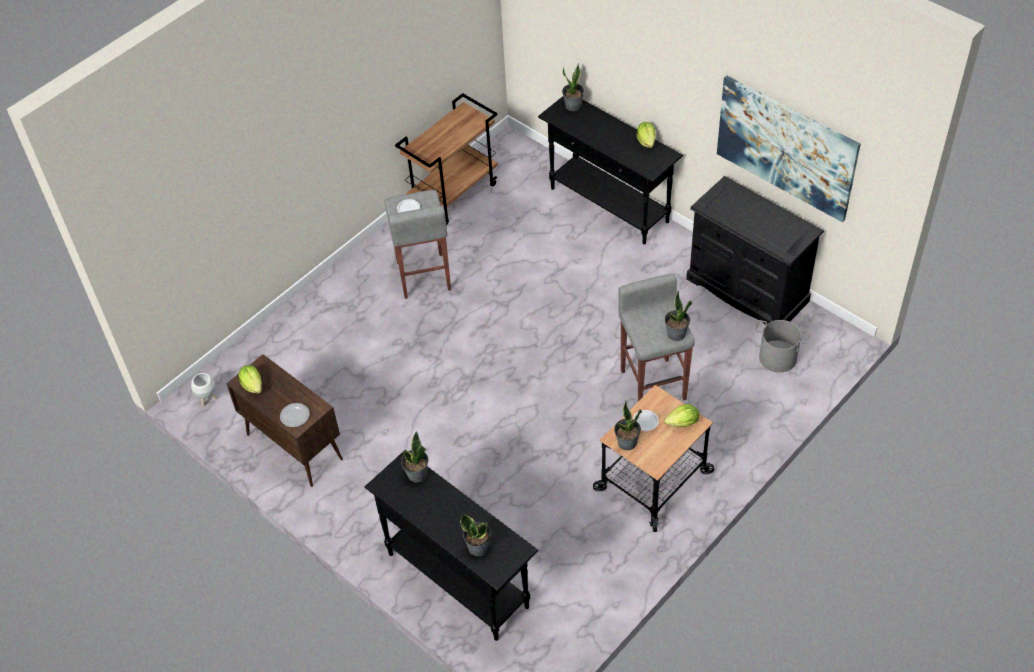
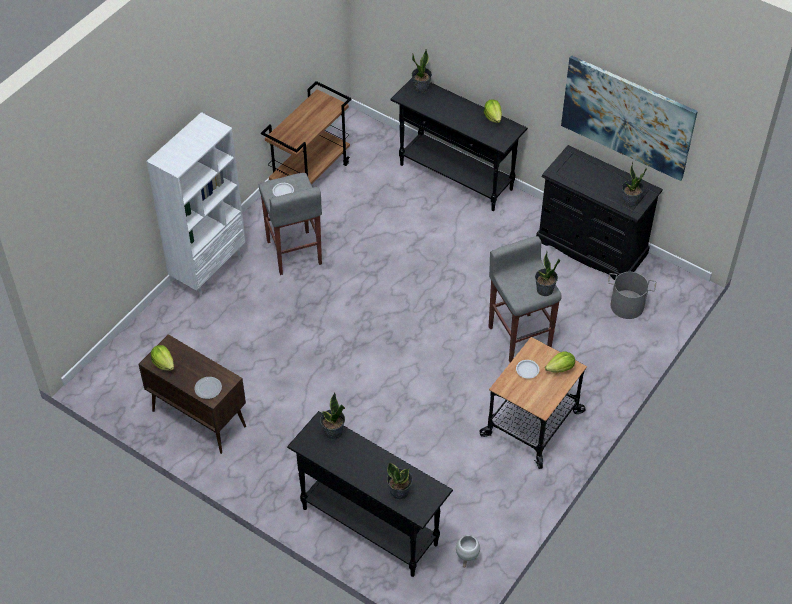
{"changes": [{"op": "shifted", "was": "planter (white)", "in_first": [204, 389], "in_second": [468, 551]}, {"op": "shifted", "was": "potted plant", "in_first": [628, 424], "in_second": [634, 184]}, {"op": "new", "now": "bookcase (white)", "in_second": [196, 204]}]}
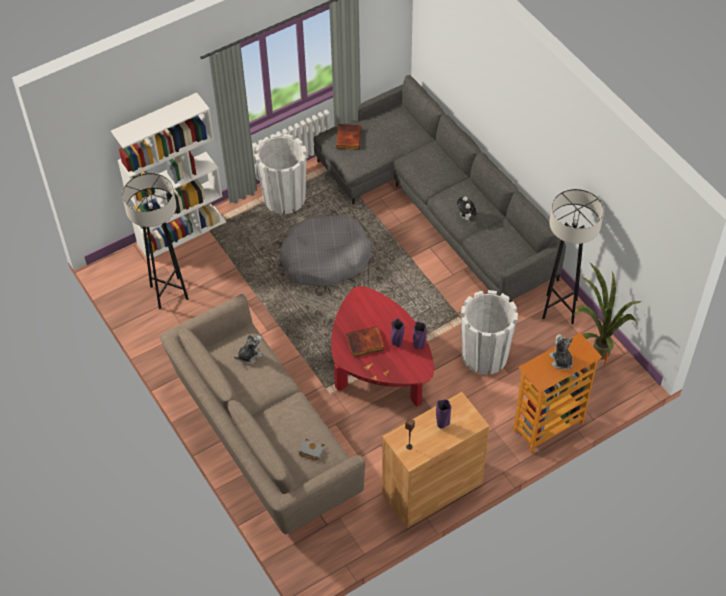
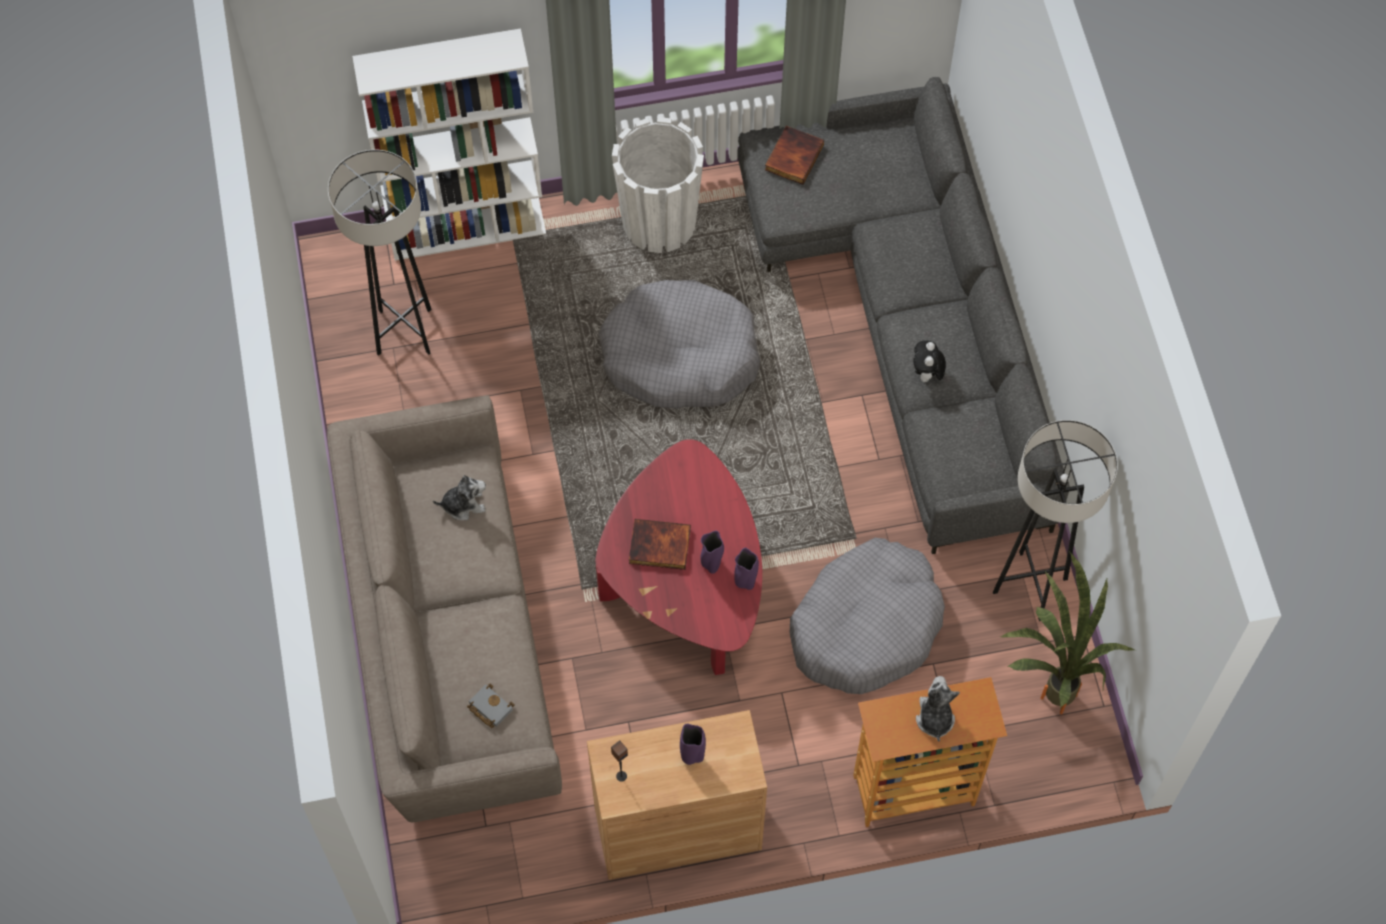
{"changes": [{"op": "swapped", "was": "planter (white)", "now": "dog bed (grey)", "in_first": [489, 332], "in_second": [867, 616]}]}
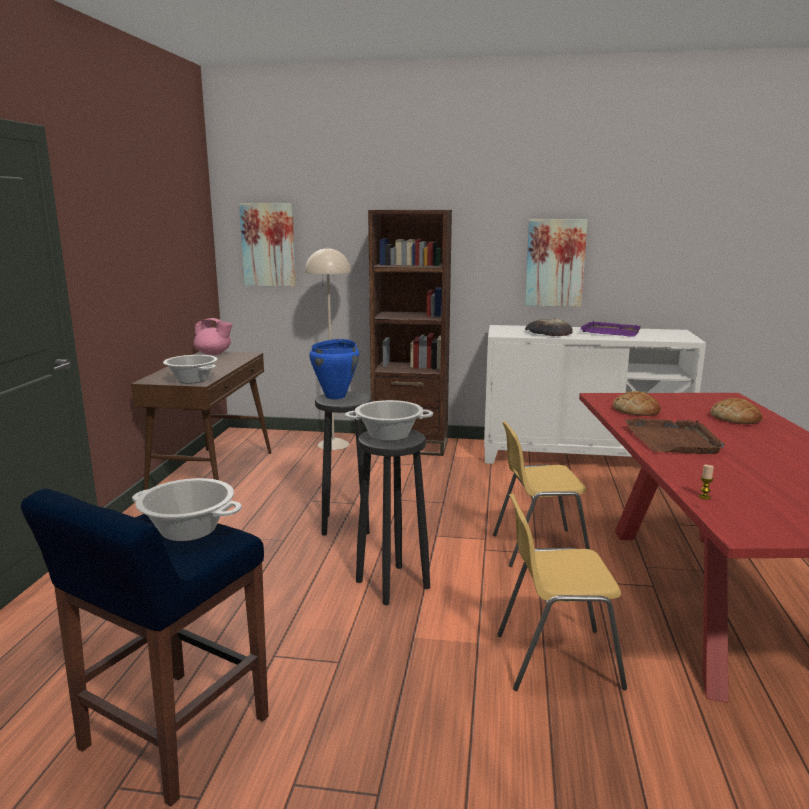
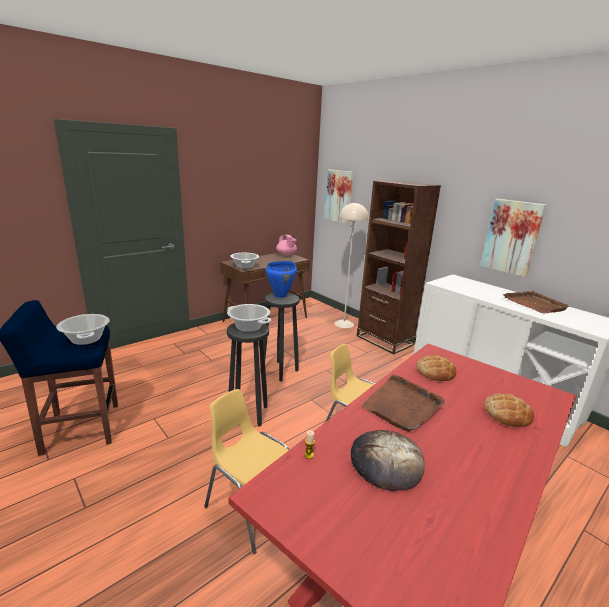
{"changes": [{"op": "shifted", "was": "bread", "in_first": [549, 327], "in_second": [388, 460]}, {"op": "repainted", "was": "tray (purple)", "now": "tray (brown)", "in_first": [610, 329], "in_second": [536, 302]}]}
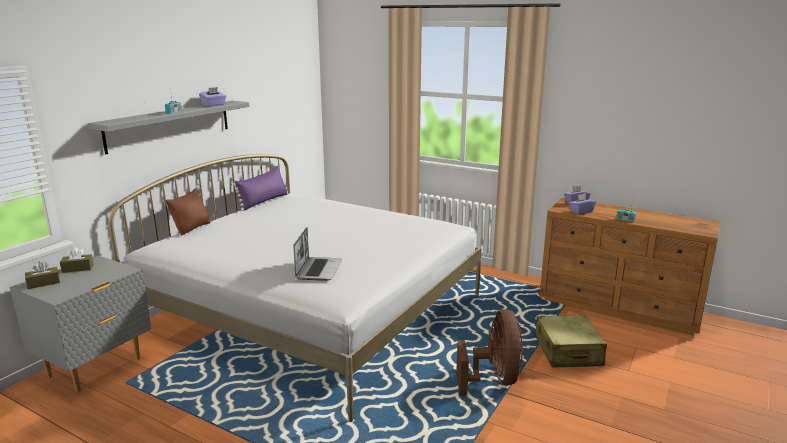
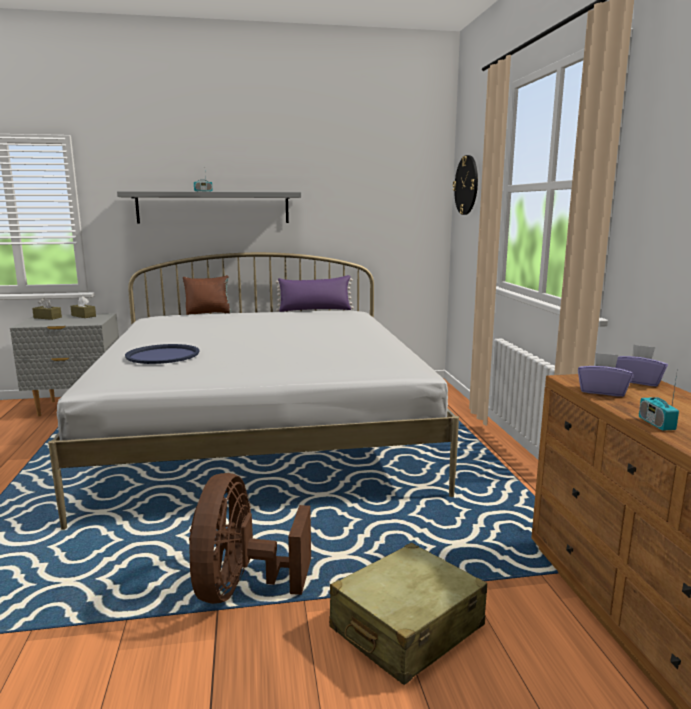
{"changes": [{"op": "gone", "was": "tissue box (purple)", "in_first": [212, 96]}, {"op": "swapped", "was": "laptop", "now": "tray (blue)", "in_first": [317, 254], "in_second": [162, 354]}, {"op": "rotated", "was": "fan (brown)", "in_first": [489, 352], "in_second": [250, 538], "clockwise": 135}, {"op": "new", "now": "wall clock", "in_second": [465, 185]}]}
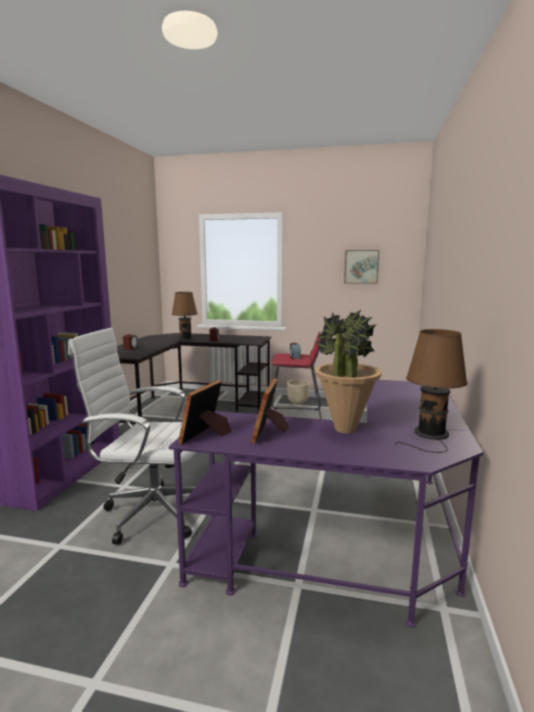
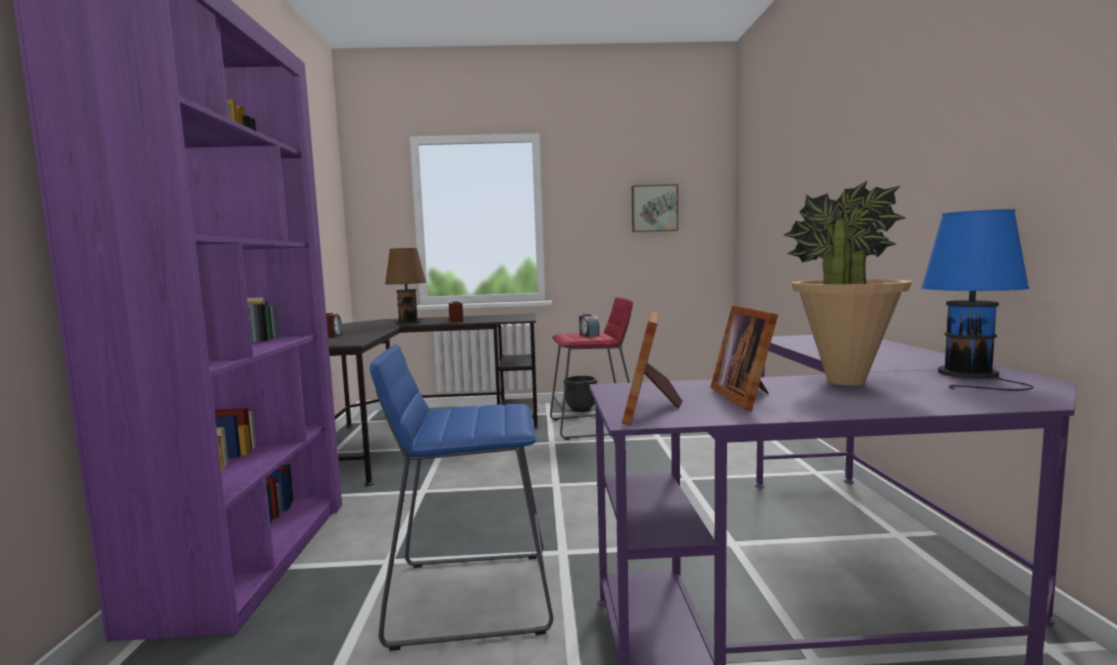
{"changes": [{"op": "swapped", "was": "office chair (white)", "now": "stool (blue)", "in_first": [132, 436], "in_second": [461, 497]}, {"op": "repainted", "was": "table lamp (brown)", "now": "table lamp (blue)", "in_first": [431, 391], "in_second": [977, 299]}, {"op": "repainted", "was": "planter (beige)", "now": "planter (black)", "in_first": [298, 392], "in_second": [580, 394]}]}
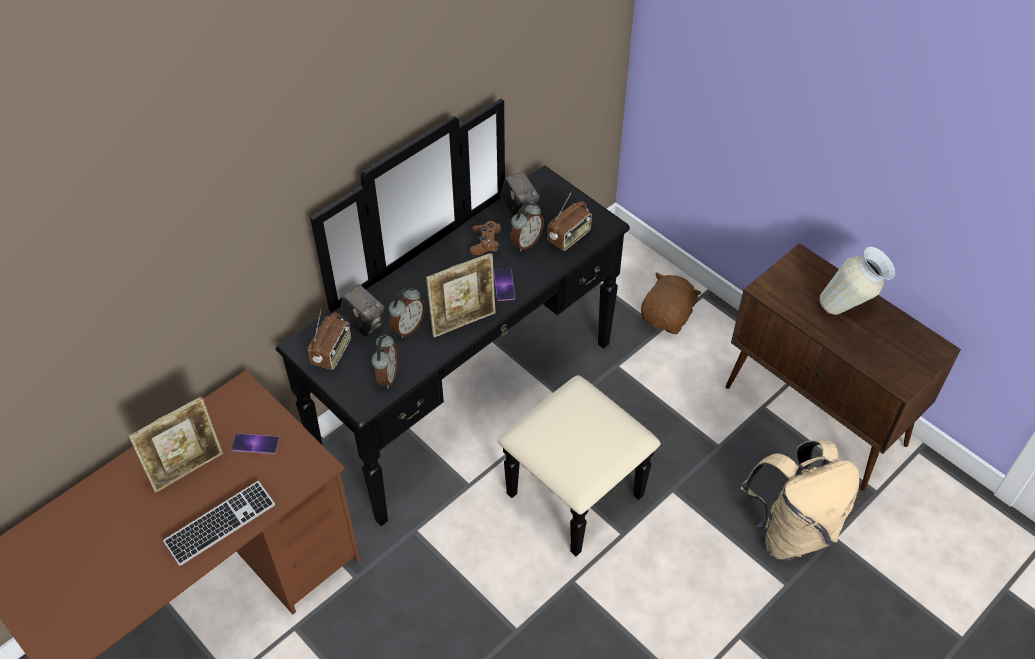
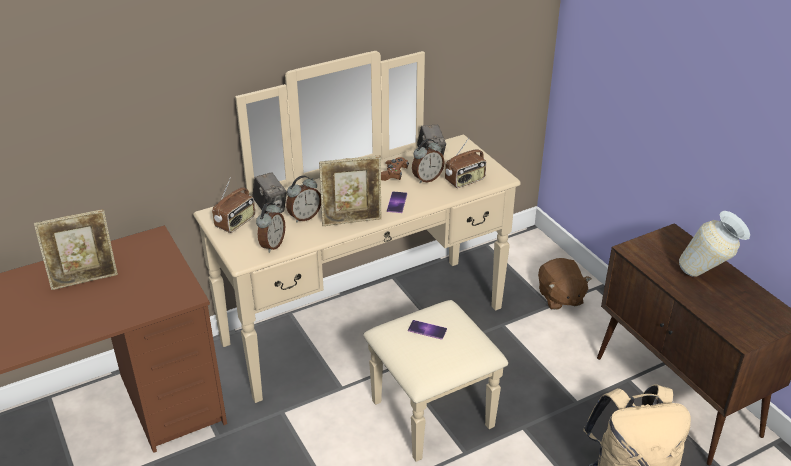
{"changes": [{"op": "repainted", "was": "dresser (black)", "now": "dresser (beige)", "in_first": [468, 327], "in_second": [357, 256]}, {"op": "rotated", "was": "plush toy (brown)", "in_first": [671, 303], "in_second": [565, 284], "clockwise": 120}, {"op": "shifted", "was": "phone", "in_first": [255, 443], "in_second": [427, 330]}, {"op": "gone", "was": "keyboard", "in_first": [219, 523]}]}
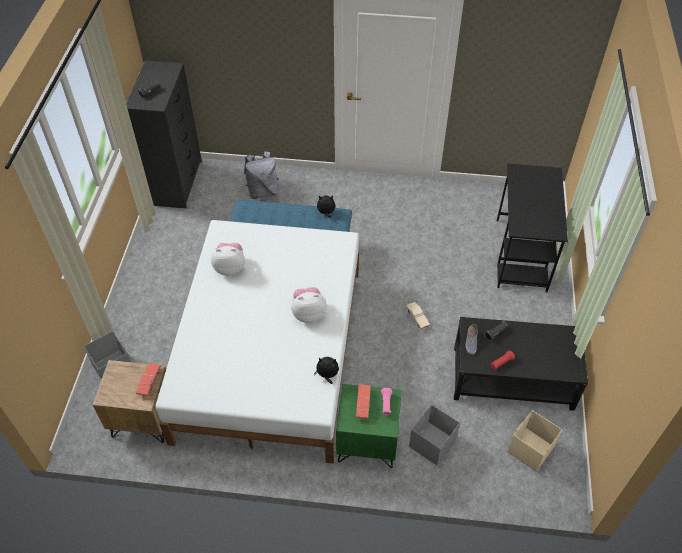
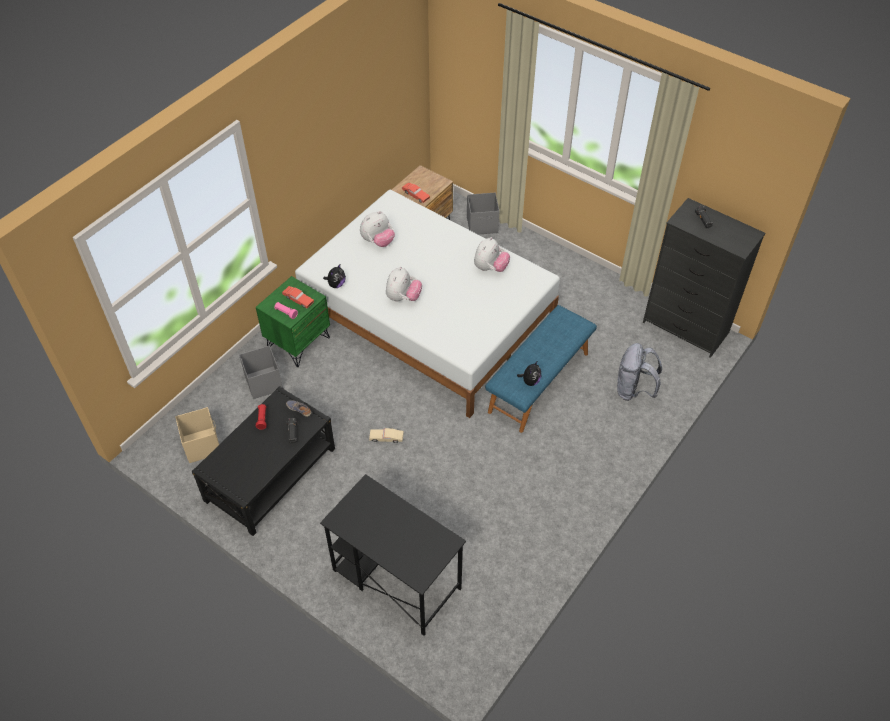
{"changes": [{"op": "new", "now": "plush toy", "in_second": [377, 229]}]}
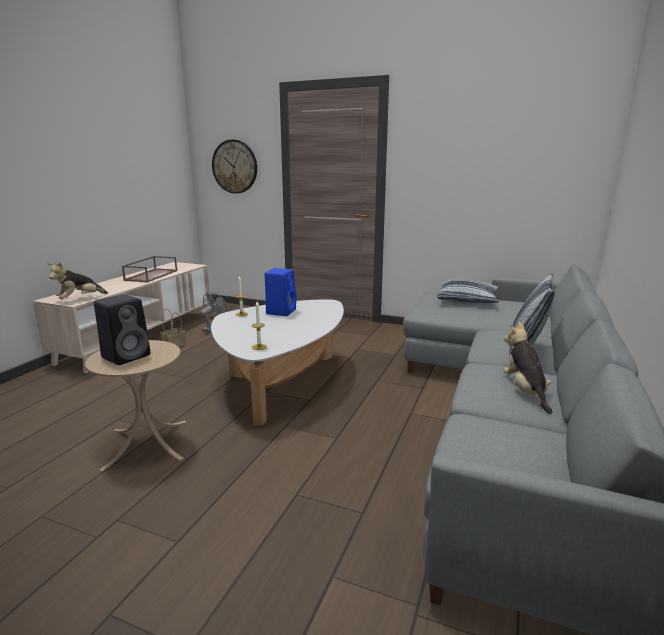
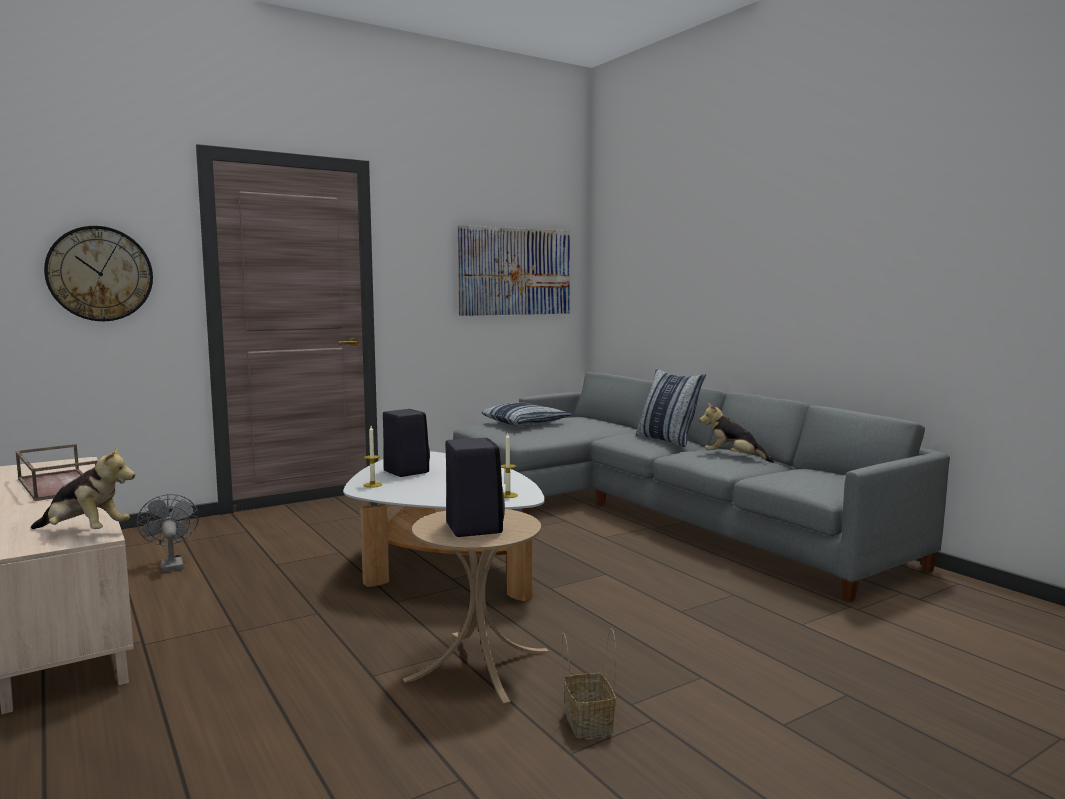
{"changes": [{"op": "rotated", "was": "plush toy", "in_first": [78, 280], "in_second": [83, 487], "clockwise": -60}, {"op": "repainted", "was": "speaker (blue)", "now": "speaker (black)", "in_first": [281, 292], "in_second": [406, 443]}, {"op": "shifted", "was": "basket", "in_first": [173, 328], "in_second": [589, 684]}, {"op": "new", "now": "picture", "in_second": [514, 270]}]}
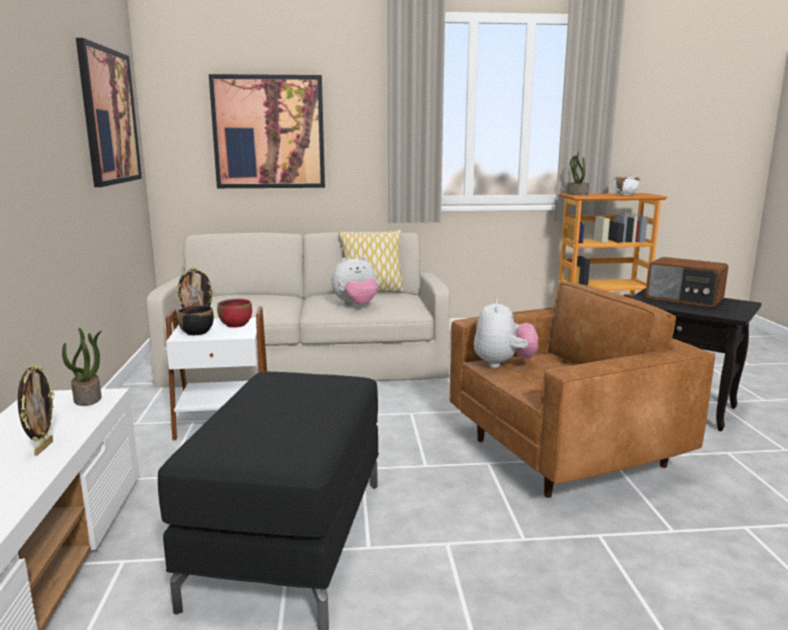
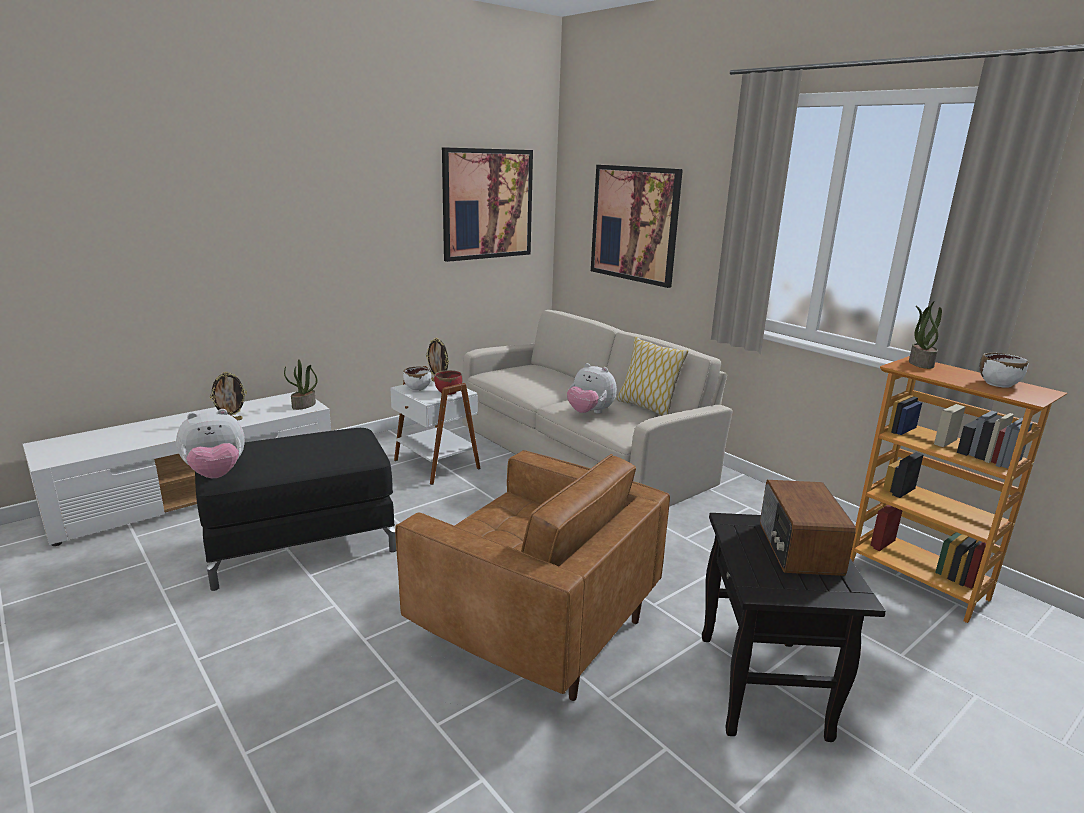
{"changes": [{"op": "shifted", "was": "plush toy", "in_first": [506, 333], "in_second": [210, 443]}, {"op": "repainted", "was": "bowl (black)", "now": "bowl (white)", "in_first": [195, 320], "in_second": [417, 379]}]}
